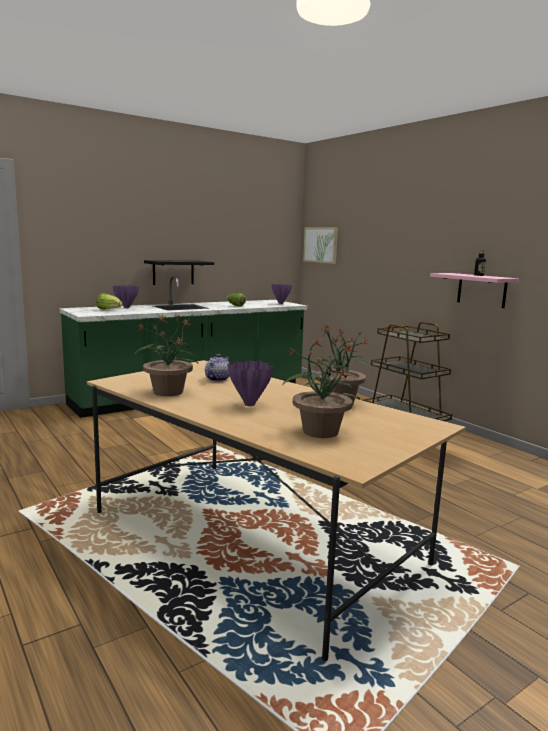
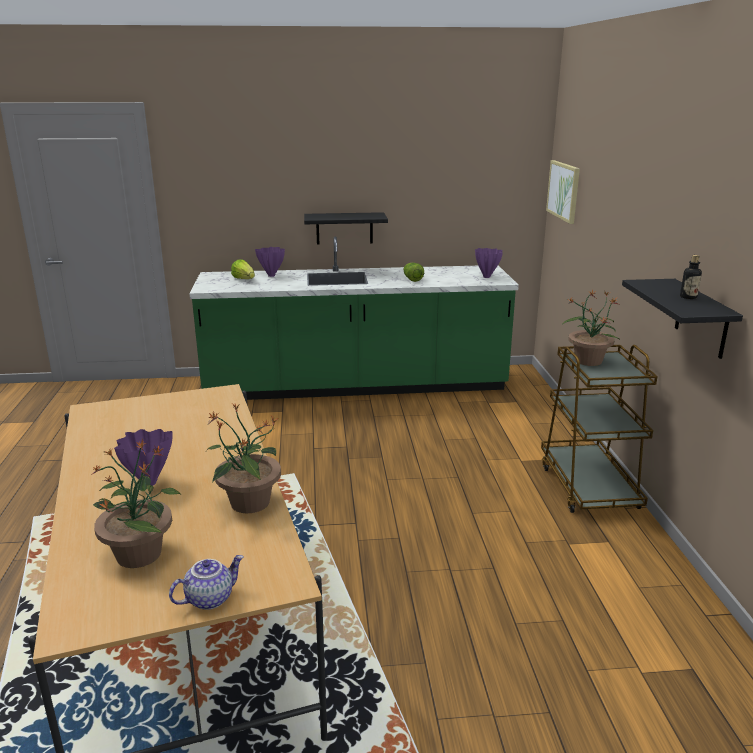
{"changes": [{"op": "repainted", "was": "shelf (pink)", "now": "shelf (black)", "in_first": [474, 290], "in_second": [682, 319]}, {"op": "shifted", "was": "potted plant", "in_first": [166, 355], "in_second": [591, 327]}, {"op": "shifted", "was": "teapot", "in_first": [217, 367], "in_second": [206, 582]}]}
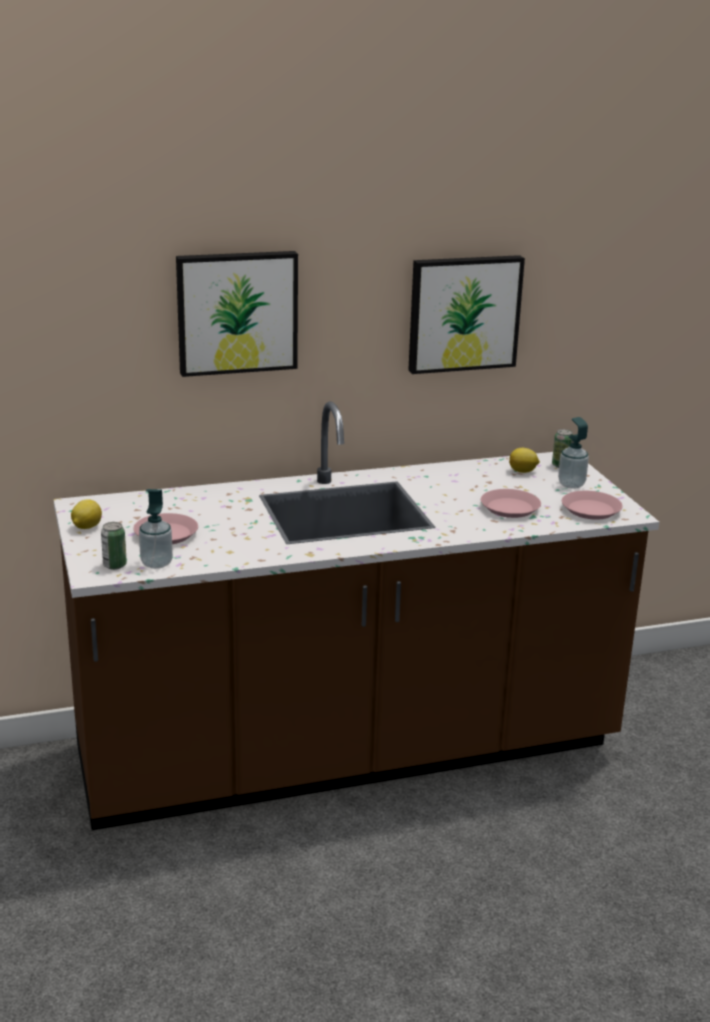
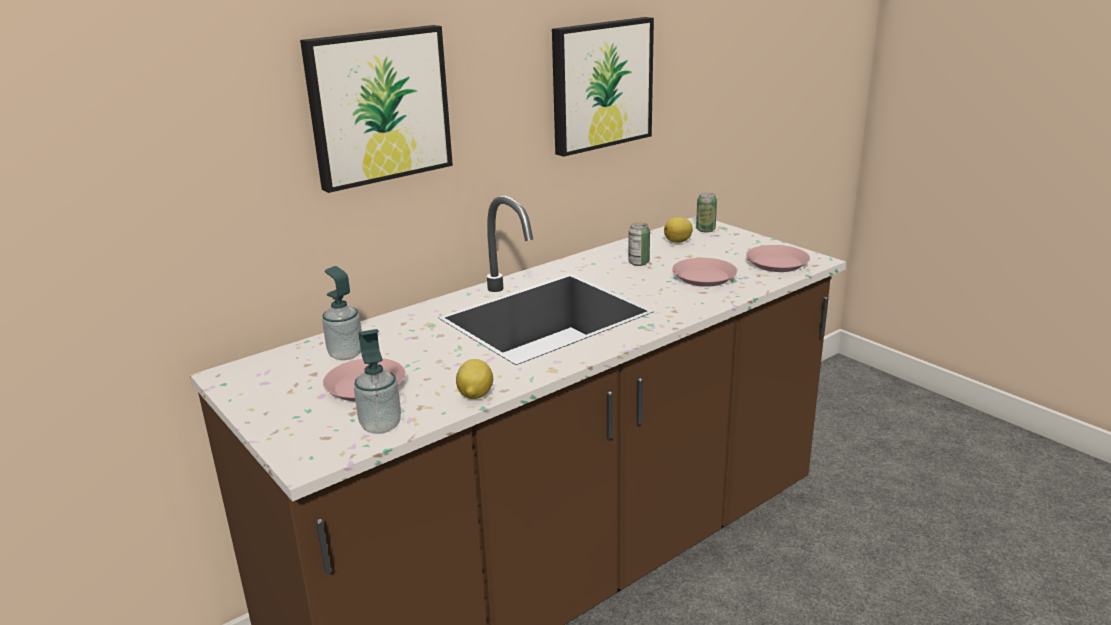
{"changes": [{"op": "shifted", "was": "soap dispenser", "in_first": [573, 453], "in_second": [342, 313]}, {"op": "shifted", "was": "lemon", "in_first": [86, 514], "in_second": [474, 379]}, {"op": "shifted", "was": "can", "in_first": [114, 546], "in_second": [639, 244]}]}
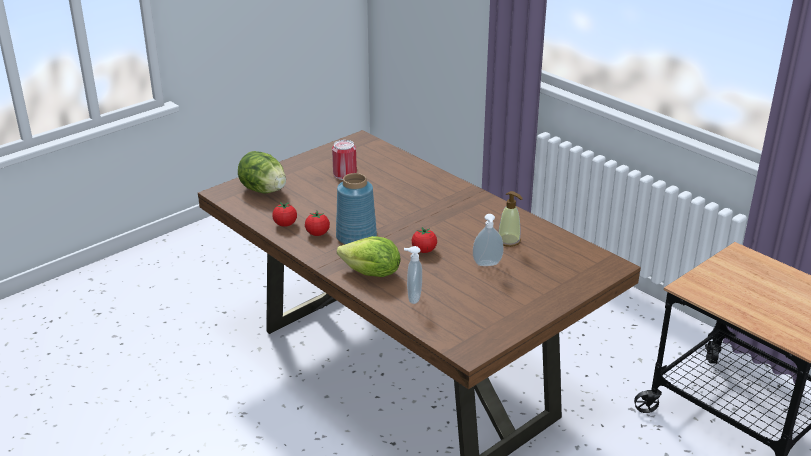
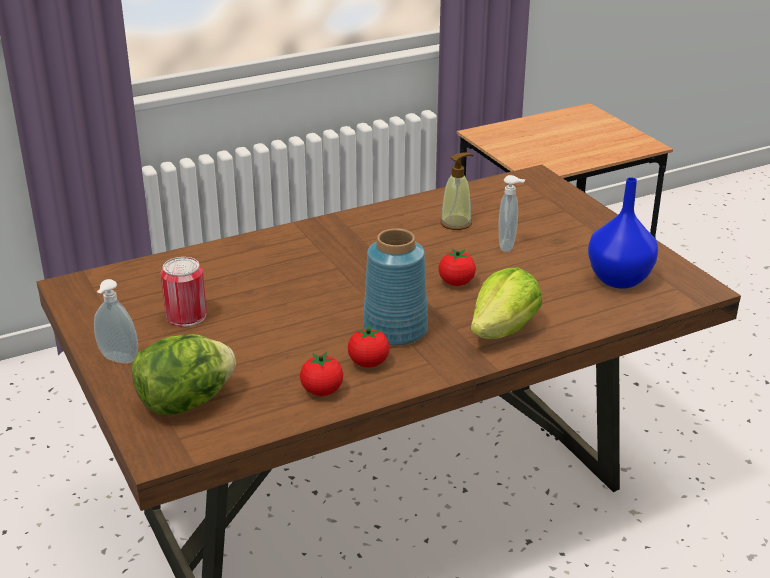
{"changes": [{"op": "shifted", "was": "soap dispenser", "in_first": [413, 275], "in_second": [116, 321]}, {"op": "new", "now": "vase (blue)", "in_second": [623, 232]}]}
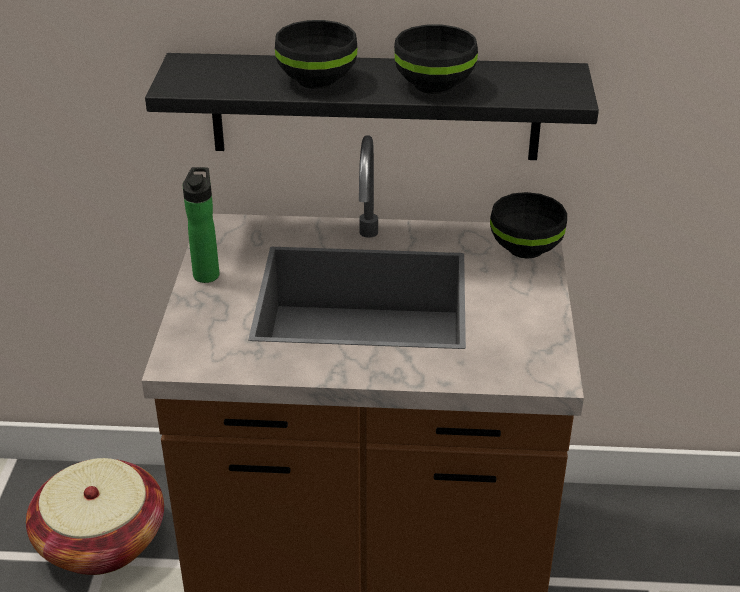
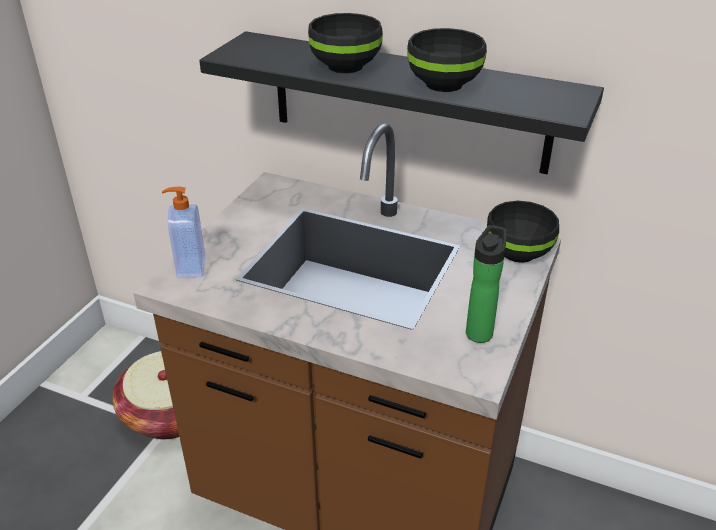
{"changes": [{"op": "shifted", "was": "bottle", "in_first": [201, 225], "in_second": [486, 284]}, {"op": "new", "now": "soap dispenser", "in_second": [183, 232]}]}
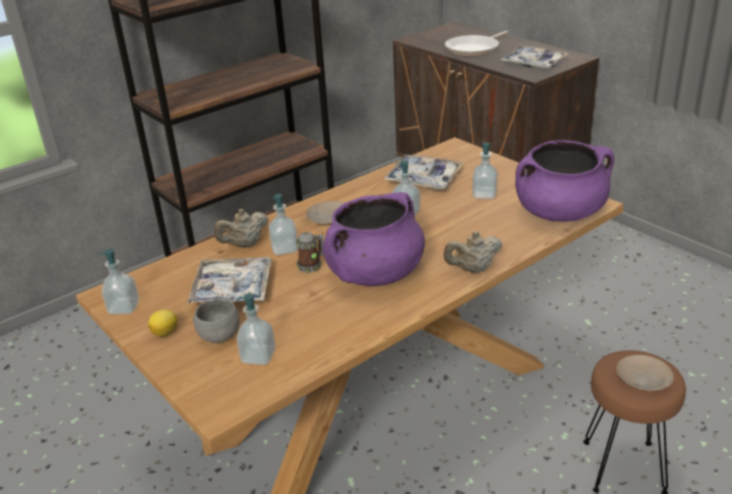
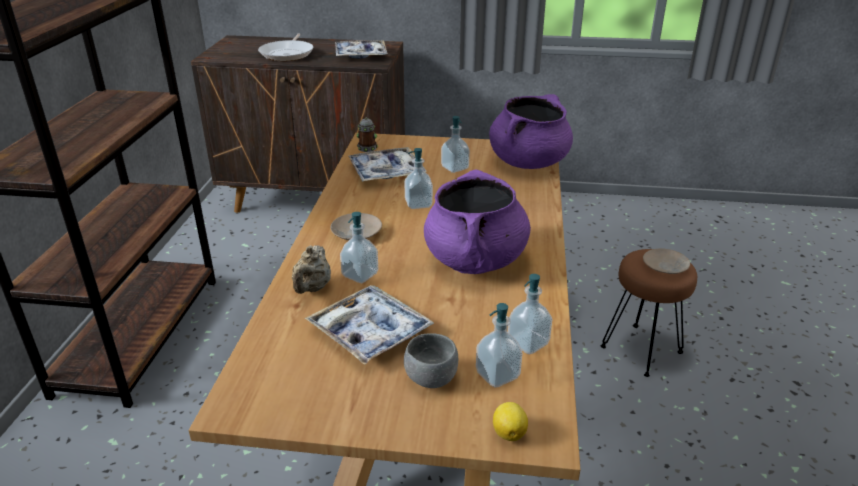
{"changes": [{"op": "gone", "was": "teapot (beige)", "in_first": [472, 252]}, {"op": "shifted", "was": "mug", "in_first": [310, 252], "in_second": [367, 135]}, {"op": "shifted", "was": "soap dispenser", "in_first": [118, 282], "in_second": [530, 314]}, {"op": "shifted", "was": "lemon", "in_first": [162, 323], "in_second": [510, 421]}]}
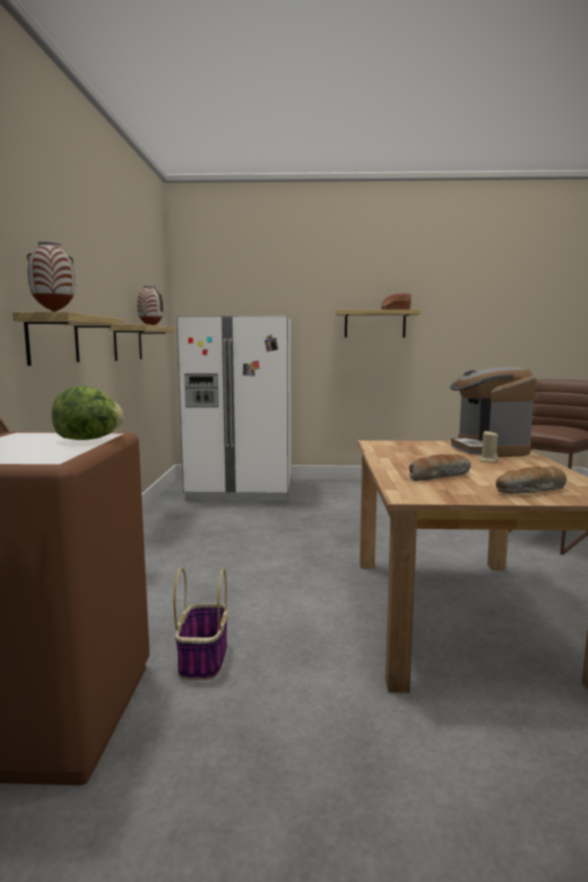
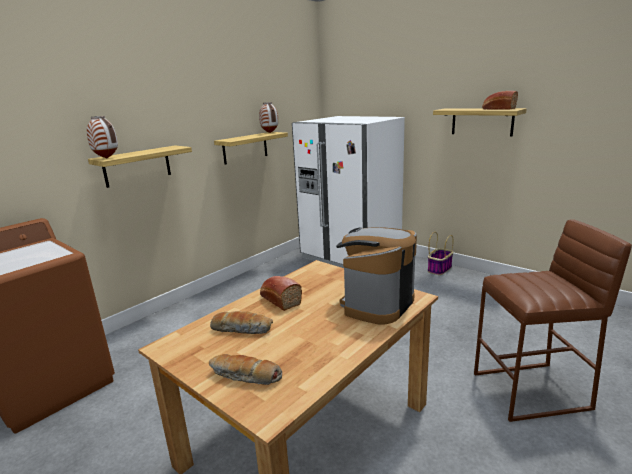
{"changes": [{"op": "gone", "was": "lettuce", "in_first": [88, 413]}, {"op": "gone", "was": "candle (beige)", "in_first": [489, 446]}, {"op": "shifted", "was": "basket", "in_first": [200, 624], "in_second": [440, 253]}, {"op": "new", "now": "bread", "in_second": [281, 293]}]}
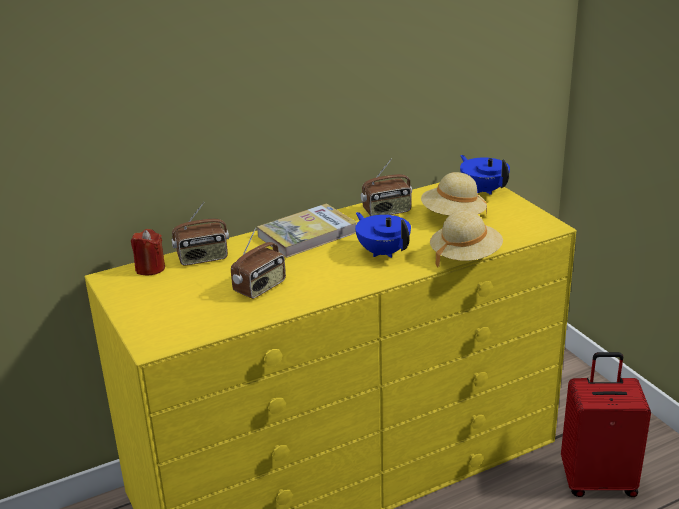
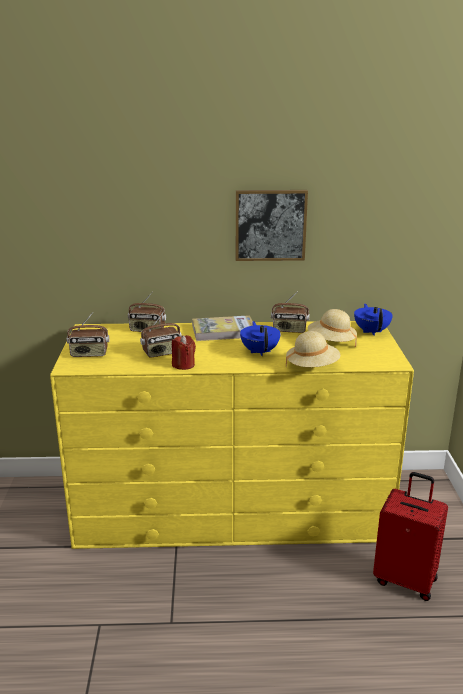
{"changes": [{"op": "shifted", "was": "candle (red)", "in_first": [148, 252], "in_second": [184, 352]}, {"op": "new", "now": "picture", "in_second": [272, 225]}, {"op": "new", "now": "radio", "in_second": [88, 335]}]}
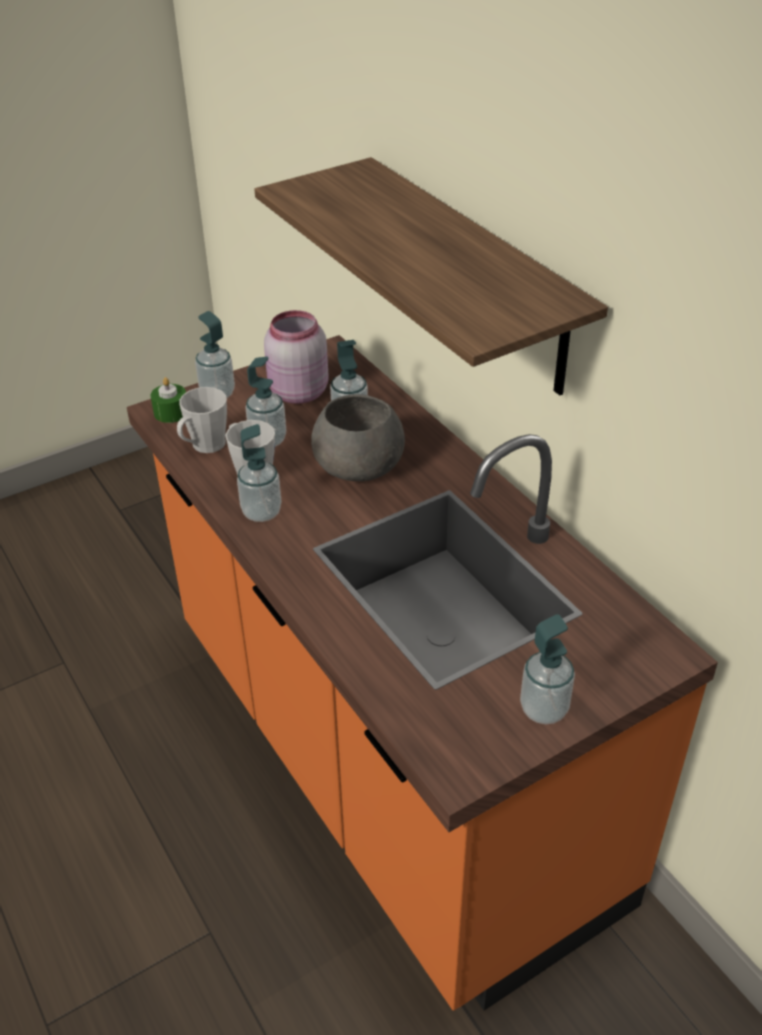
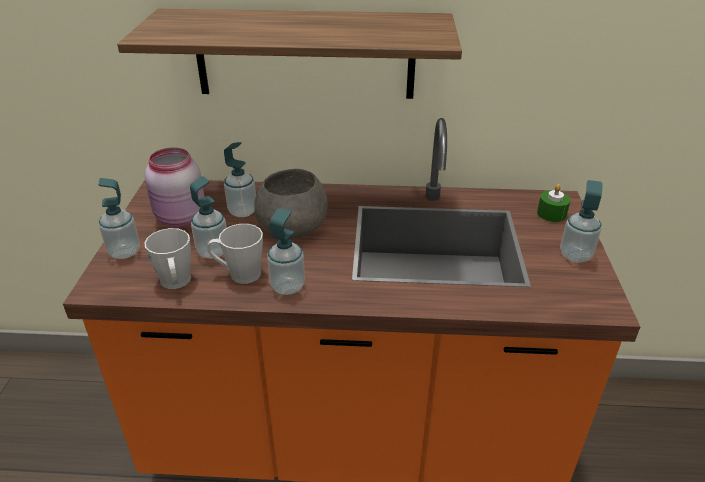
{"changes": [{"op": "shifted", "was": "candle (green)", "in_first": [168, 400], "in_second": [554, 203]}]}
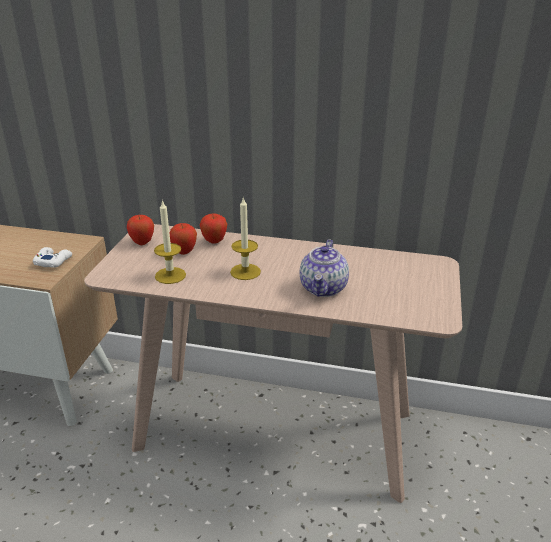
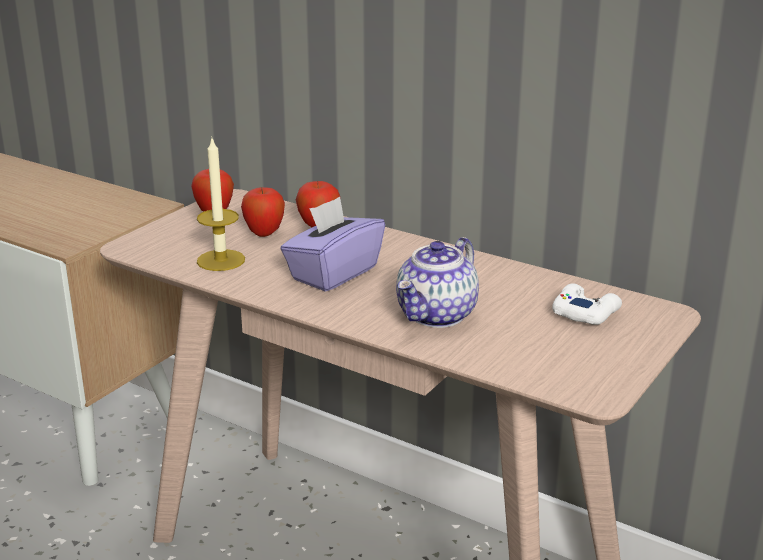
{"changes": [{"op": "swapped", "was": "candle", "now": "tissue box (purple)", "in_first": [245, 239], "in_second": [332, 244]}, {"op": "shifted", "was": "game controller (white)", "in_first": [52, 257], "in_second": [587, 304]}]}
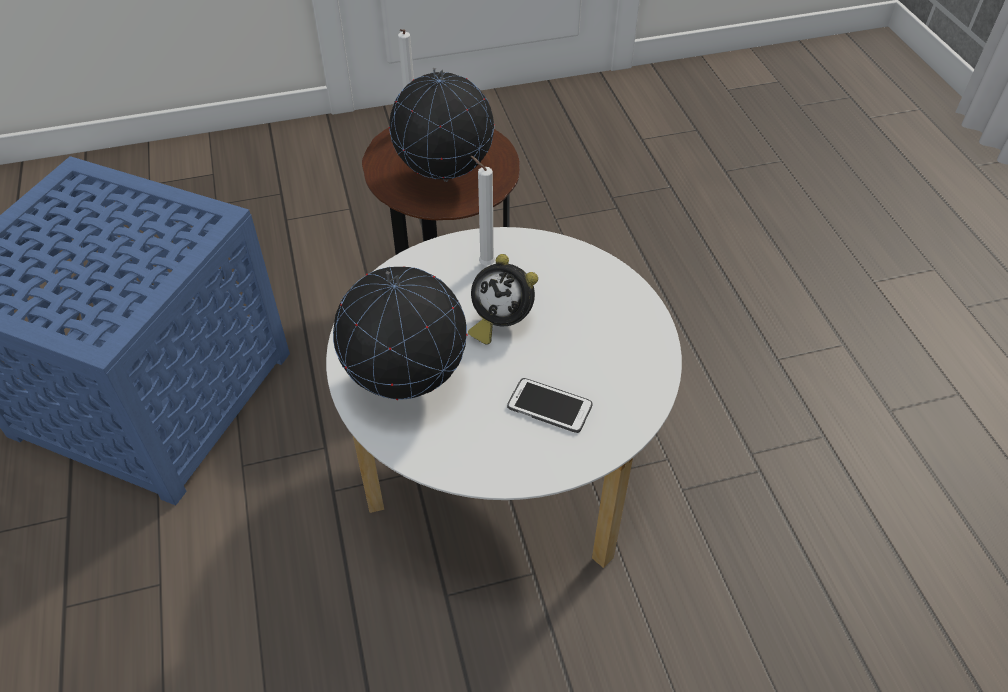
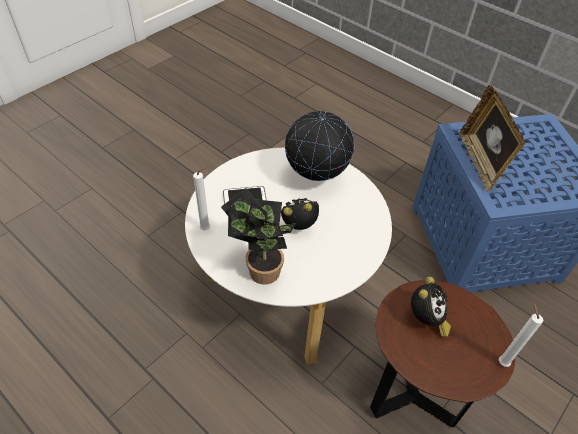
{"changes": [{"op": "swapped", "was": "globe", "now": "alarm clock", "in_first": [442, 125], "in_second": [431, 306]}, {"op": "shifted", "was": "candle (white)", "in_first": [483, 210], "in_second": [201, 198]}, {"op": "new", "now": "picture frame", "in_second": [492, 138]}, {"op": "new", "now": "potted plant", "in_second": [258, 236]}]}
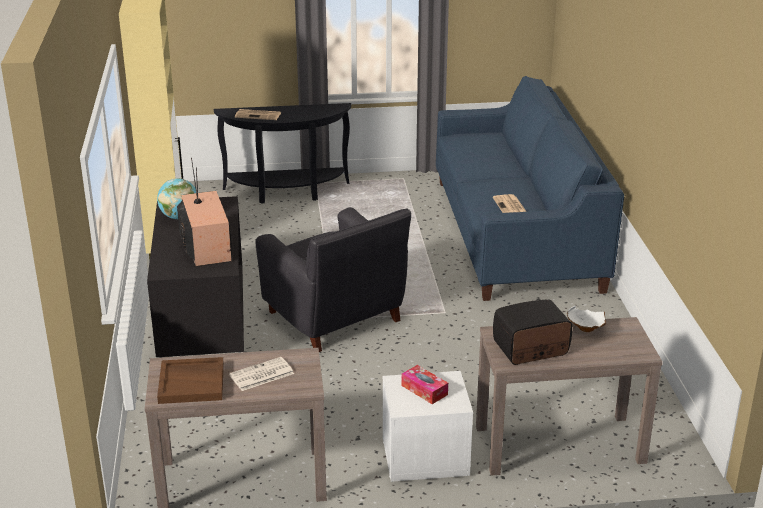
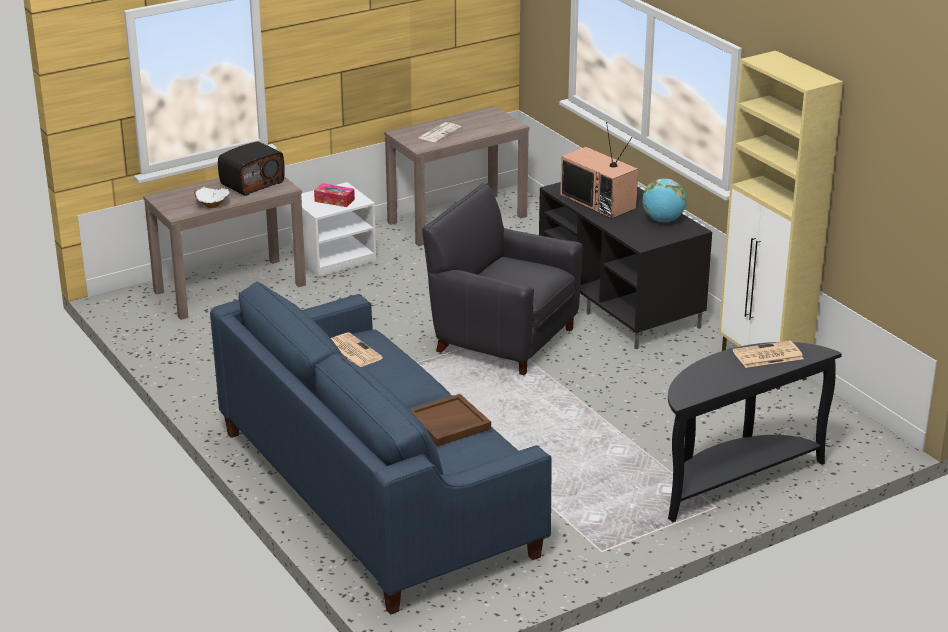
{"changes": [{"op": "shifted", "was": "tray (brown)", "in_first": [190, 380], "in_second": [450, 420]}]}
